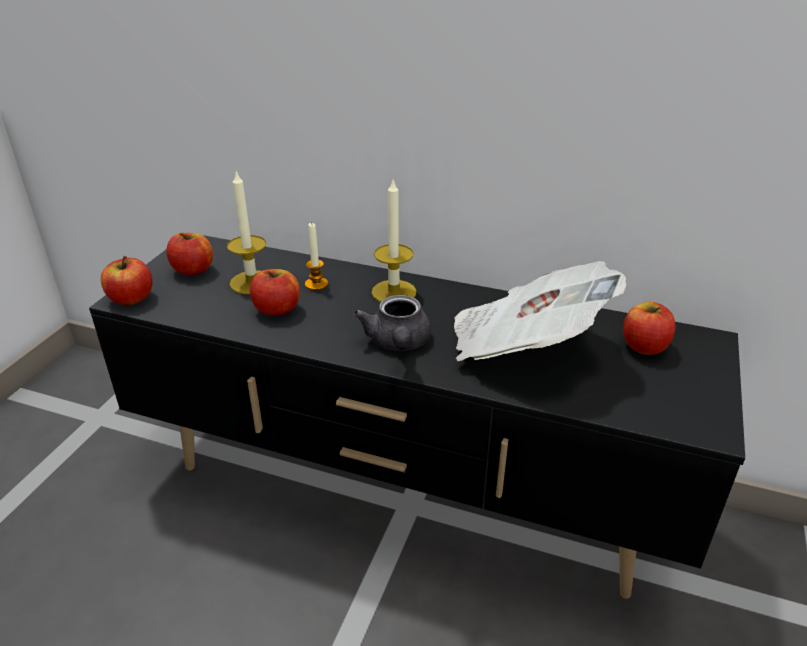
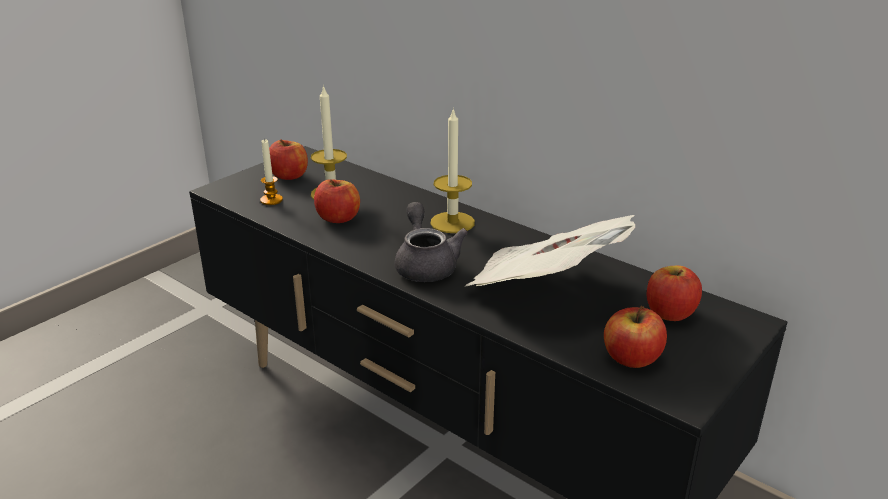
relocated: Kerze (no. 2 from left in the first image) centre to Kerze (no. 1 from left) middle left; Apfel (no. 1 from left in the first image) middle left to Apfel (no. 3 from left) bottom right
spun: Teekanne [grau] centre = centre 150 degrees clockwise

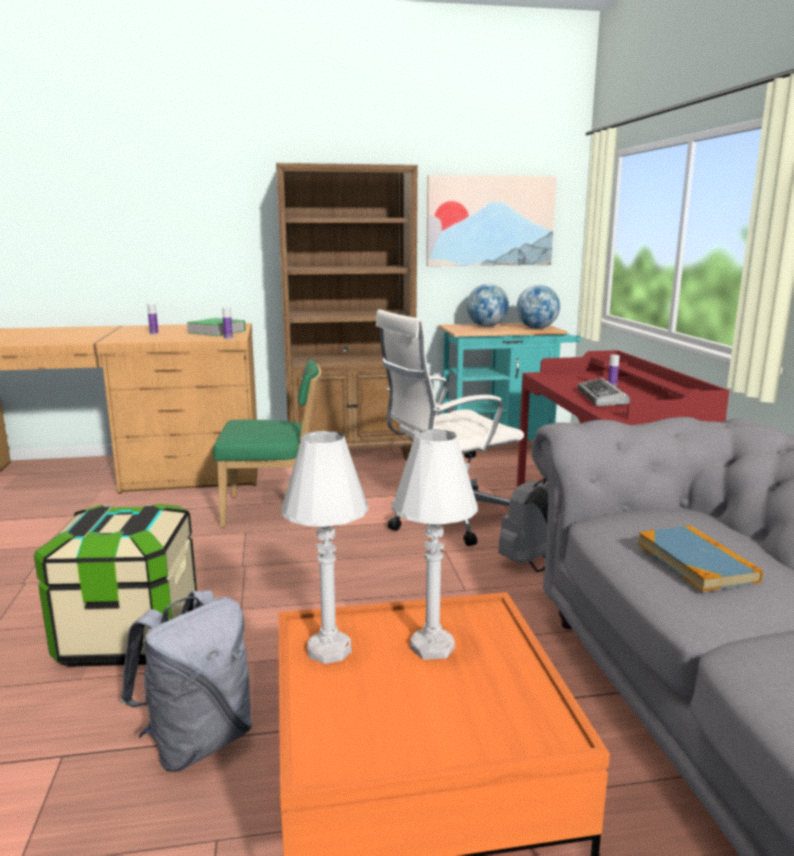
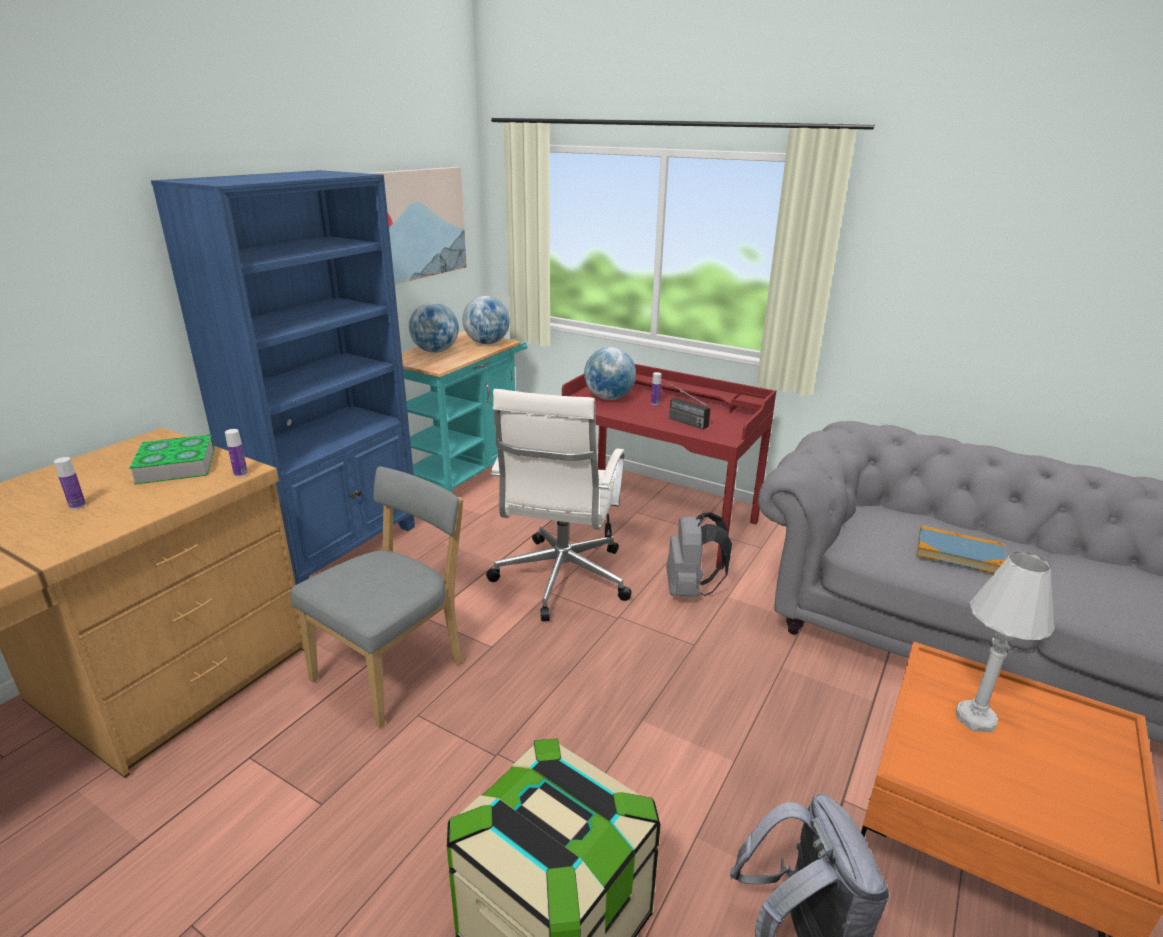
missing: Tischlampe [weiß] (no. 1 from left) centre
appeared: Globus (no. 3 from left) centre
exchanged: Tastatur middle right to Radio centre
colour: Bücherregal [braun] centre to Bücherregal [blau] middle left; Stuhl [grün] centre to Stuhl [grau] middle left

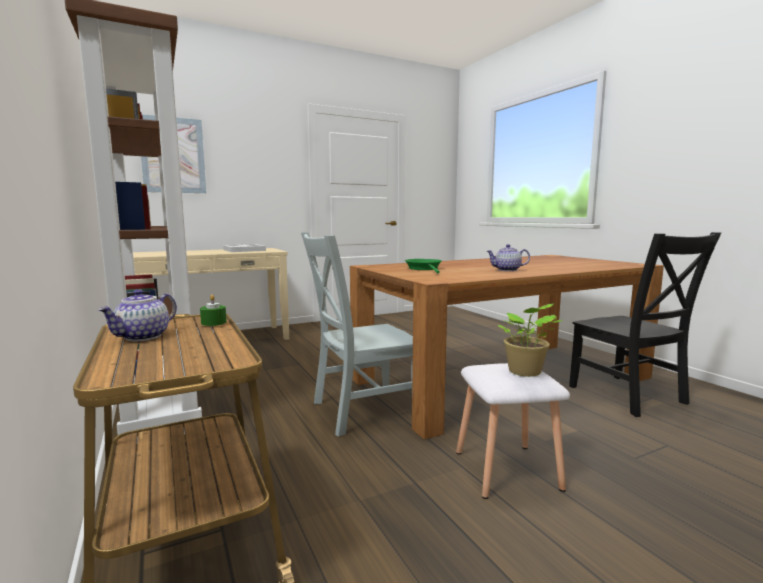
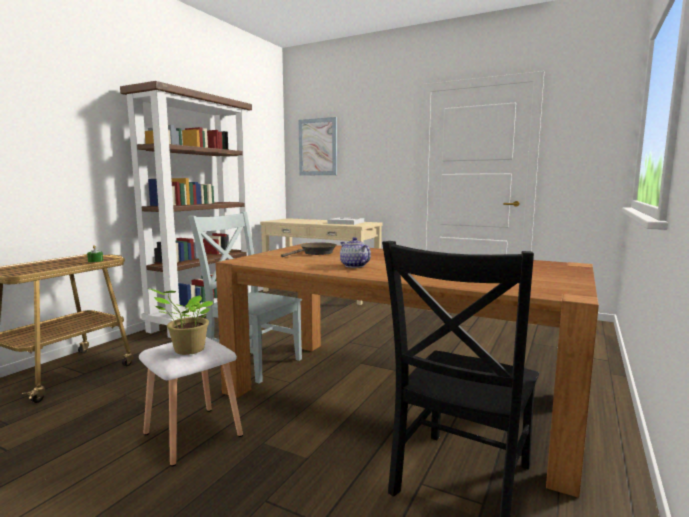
missing: Teekanne (no. 1 from left) middle left
colour: Pfanne [grün] centre to Pfanne [braun] centre

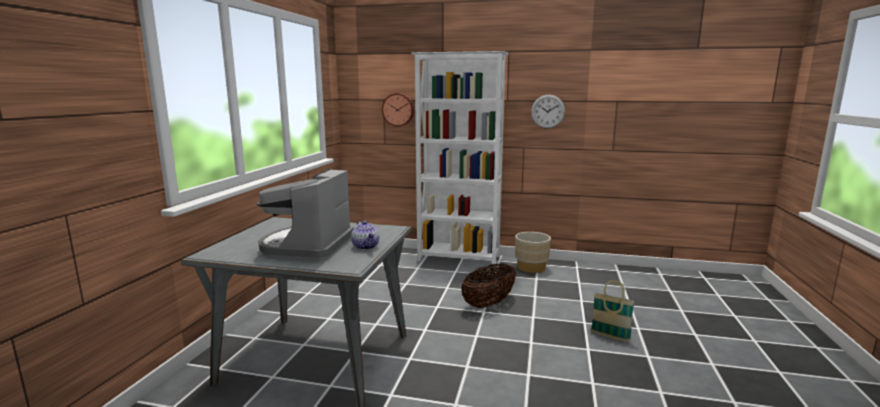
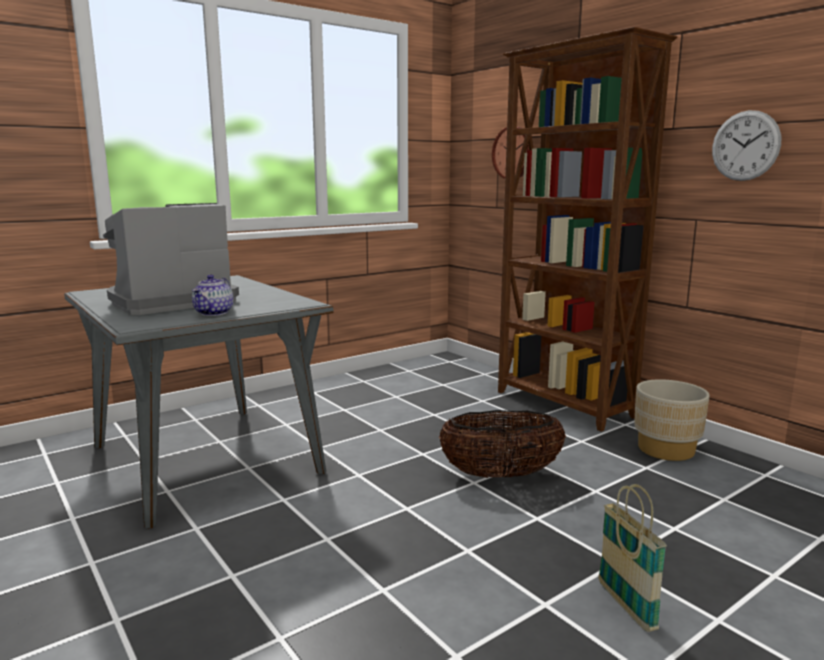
colour: Bücherregal [weiß] centre to Bücherregal [braun] middle right

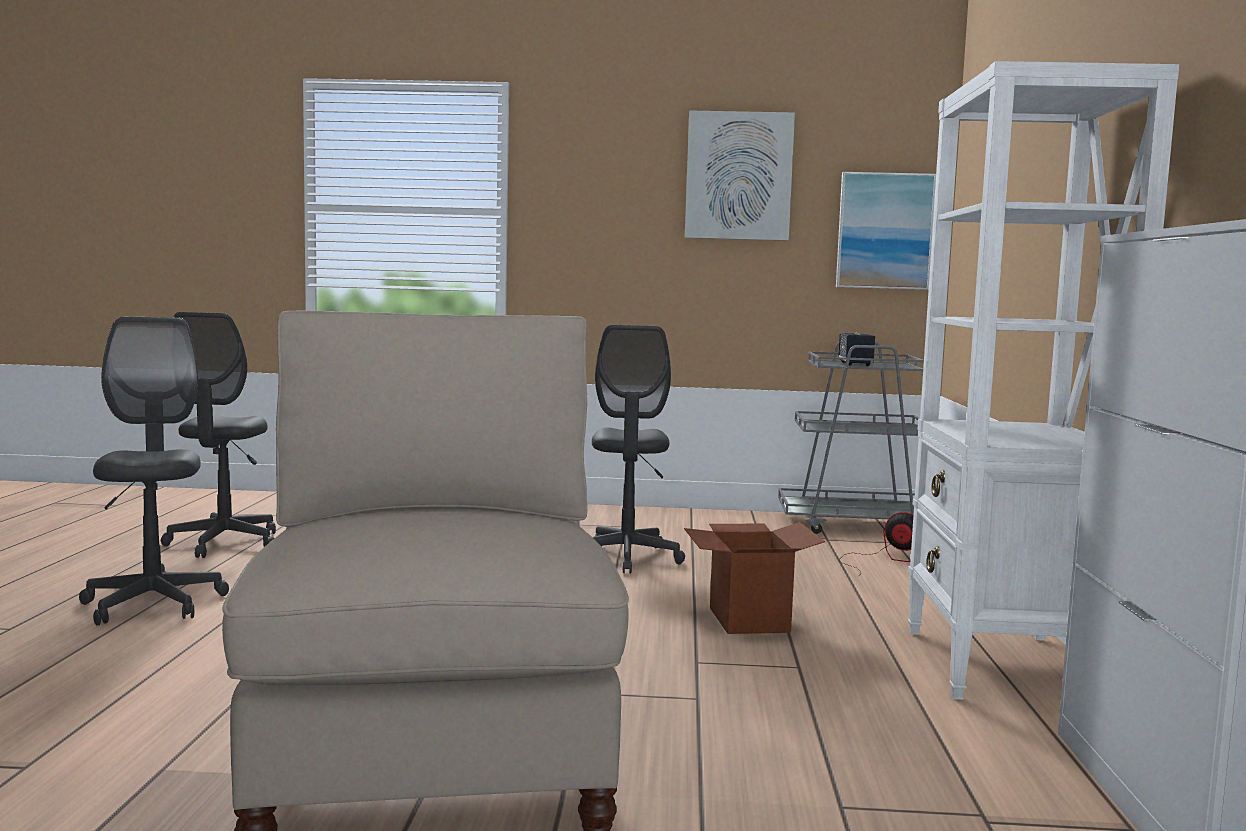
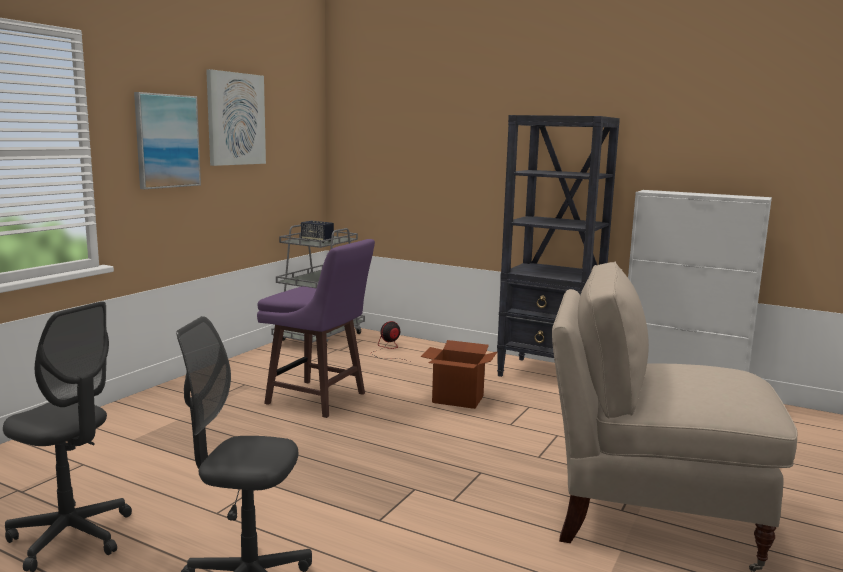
relocated: Bild (no. 2 from left in the first image) top right to Bild (no. 1 from left) top left
exchanged: Bürostuhl [grau] (no. 3 from left) centre to Hocker [lila] centre
colour: Bücherregal [weiß] middle right to Bücherregal [schwarz] centre

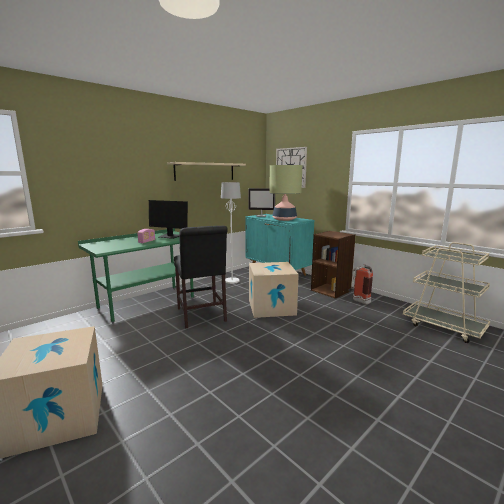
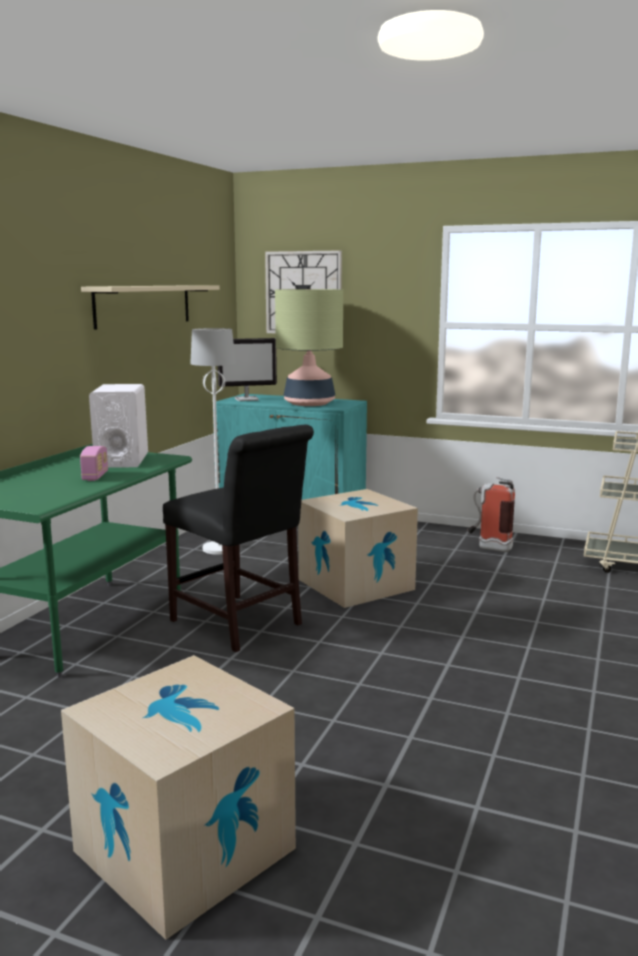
missing: Bücherregal [braun] centre
exchanged: Monitor (no. 1 from left) centre to Lautsprecher [weiß] middle left

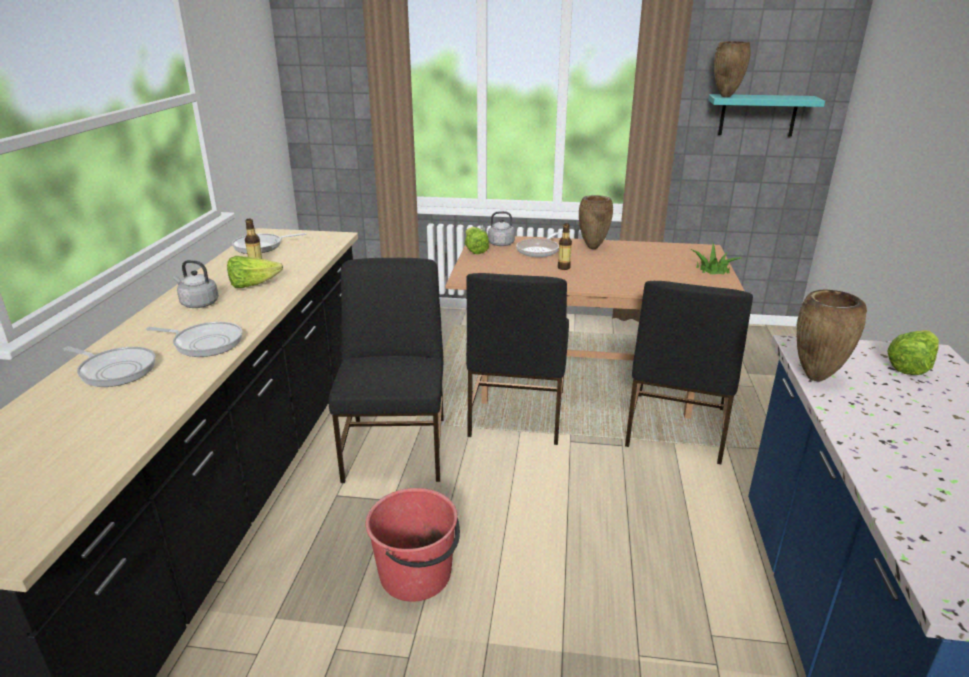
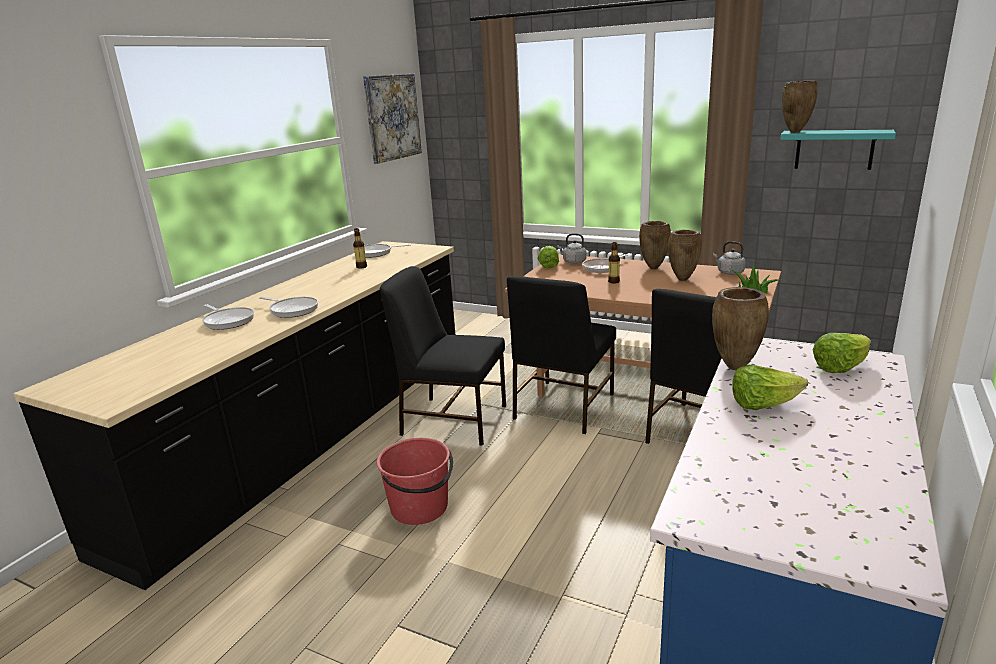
appeared: Bild top centre; Vase [braun] (no. 2 from left) middle right
relocated: Salatkopf (no. 1 from left in the first image) middle left to Salatkopf (no. 2 from left) middle right; Wasserkessel [grau] (no. 1 from left in the first image) middle left to Wasserkessel [grau] (no. 2 from left) middle right
spun: Stuhl [schwarz] (no. 1 from left) centre = centre 90 degrees counterclockwise

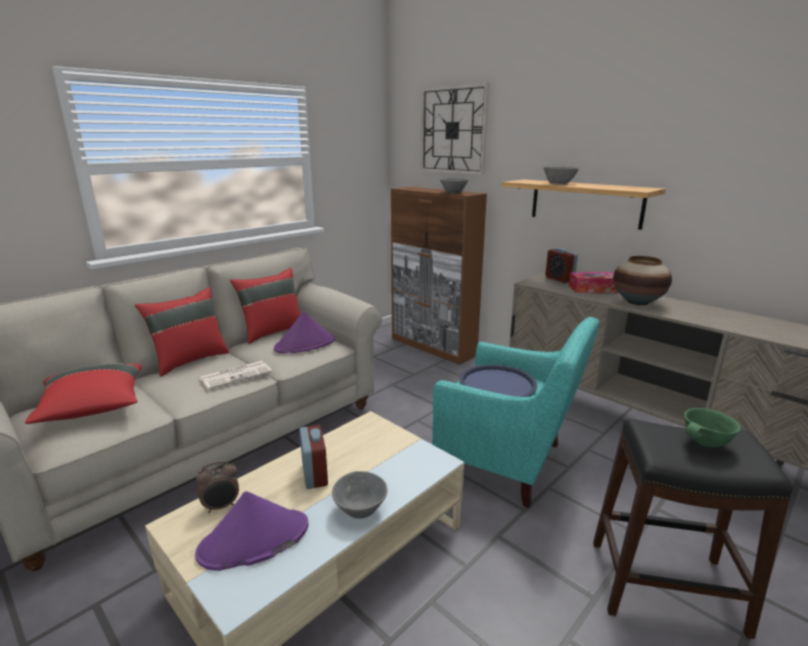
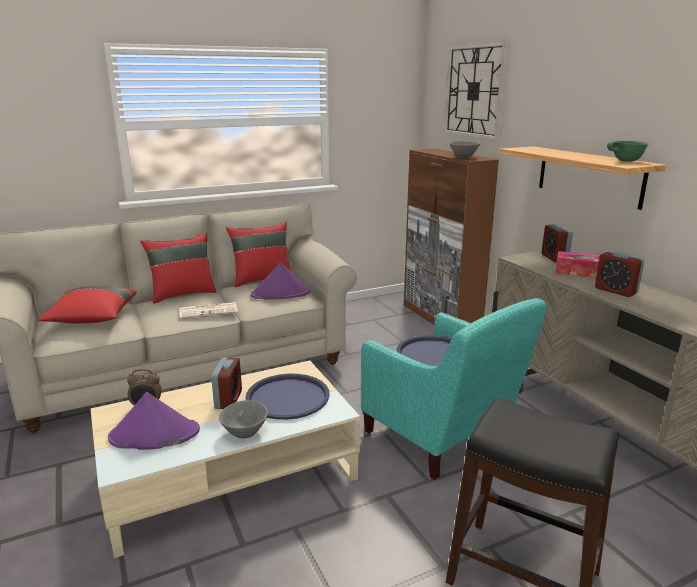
missing: Schüssel [grau] (no. 3 from left) top right
appeared: Tablett [blau] (no. 1 from left) bottom centre
relocated: Schüssel [grün] middle right to top right
exchanged: Vase middle right to Wecker (no. 4 from left) middle right

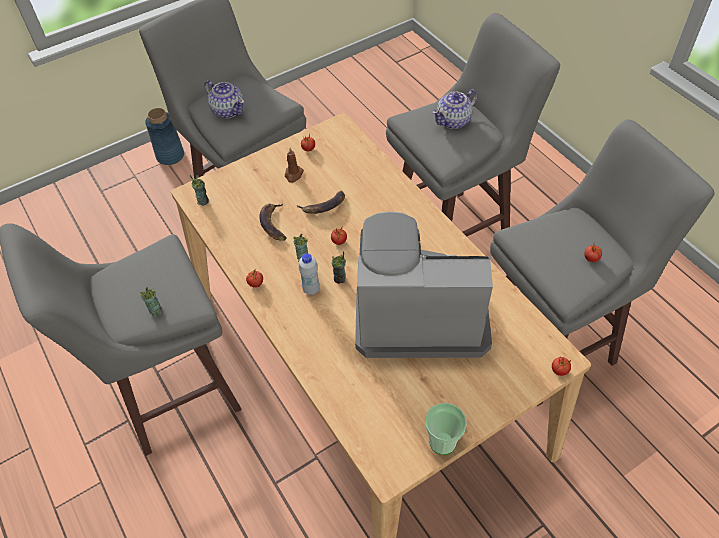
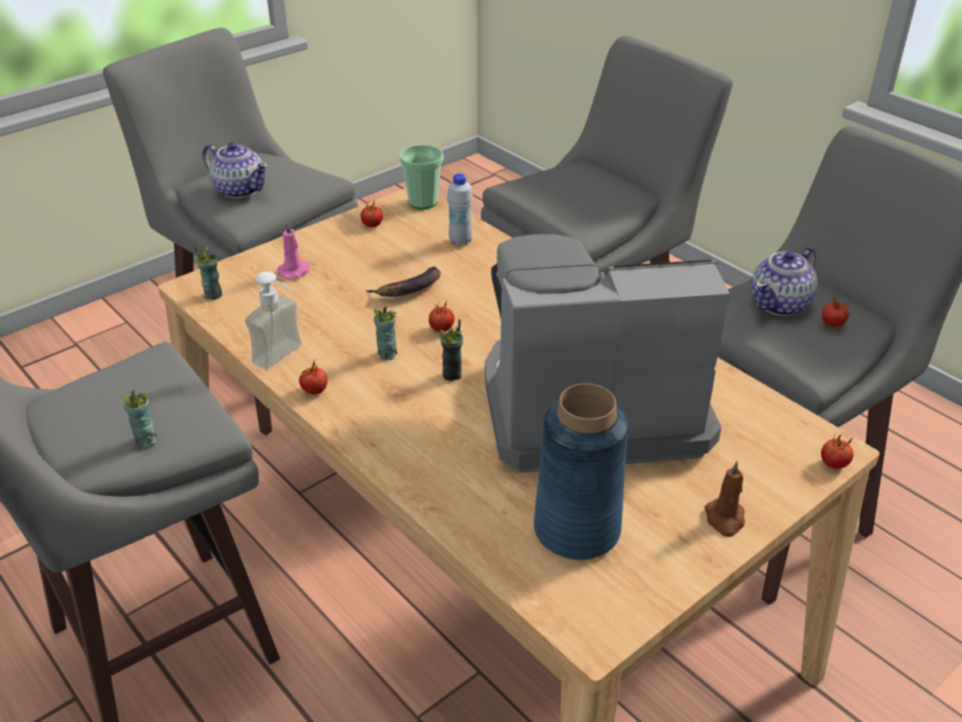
missing: Banane (no. 1 from left) centre
appeared: Kerze [rosa] middle left; Seifenspender middle left
relocated: Teekanne (no. 2 from left) top centre to middle right; Vase [blau] top left to centre; Kerze [braun] top centre to bottom right; Flasche [weiß] centre to top centre; Tasse (no. 5 from left in the first image) bottom centre to Tasse (no. 4 from left) top centre

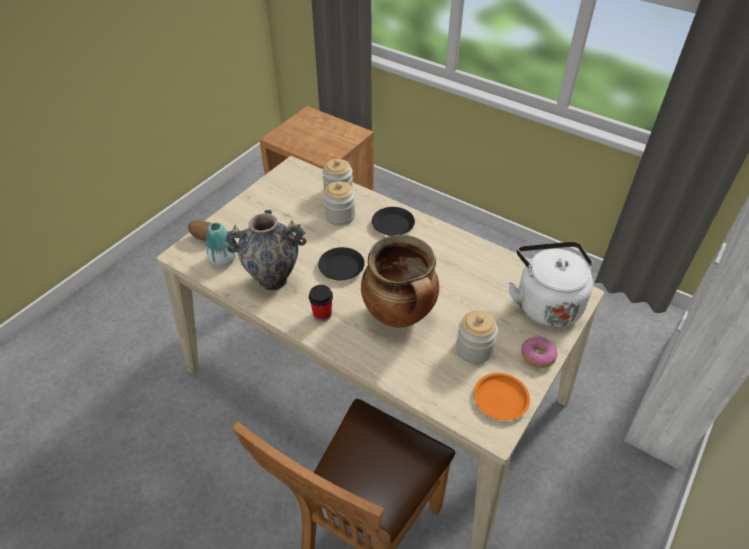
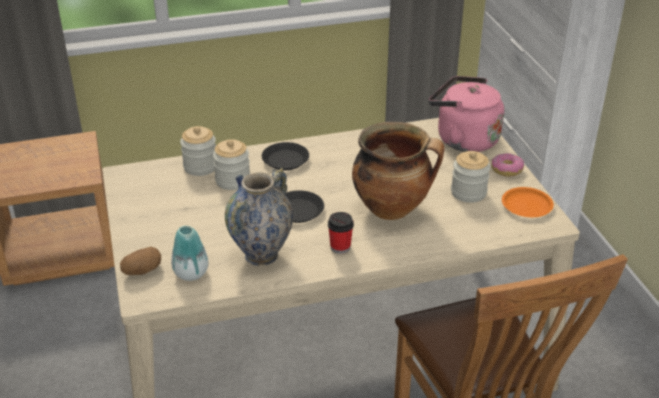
colour: Wasserkessel [weiß] middle right to Wasserkessel [rosa] top right

